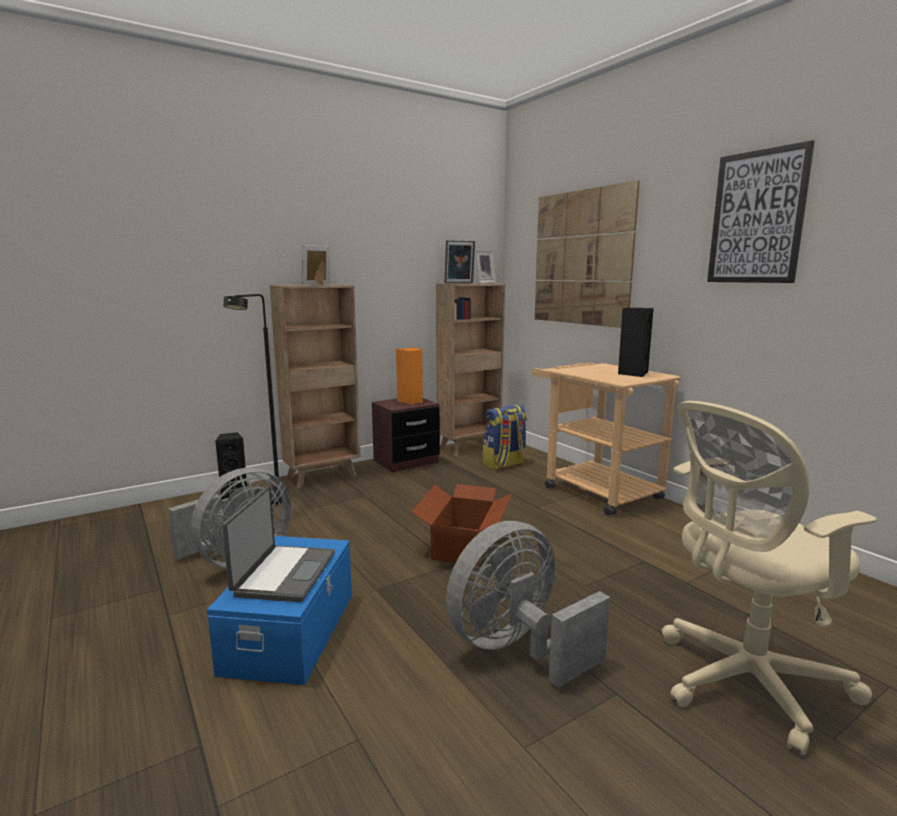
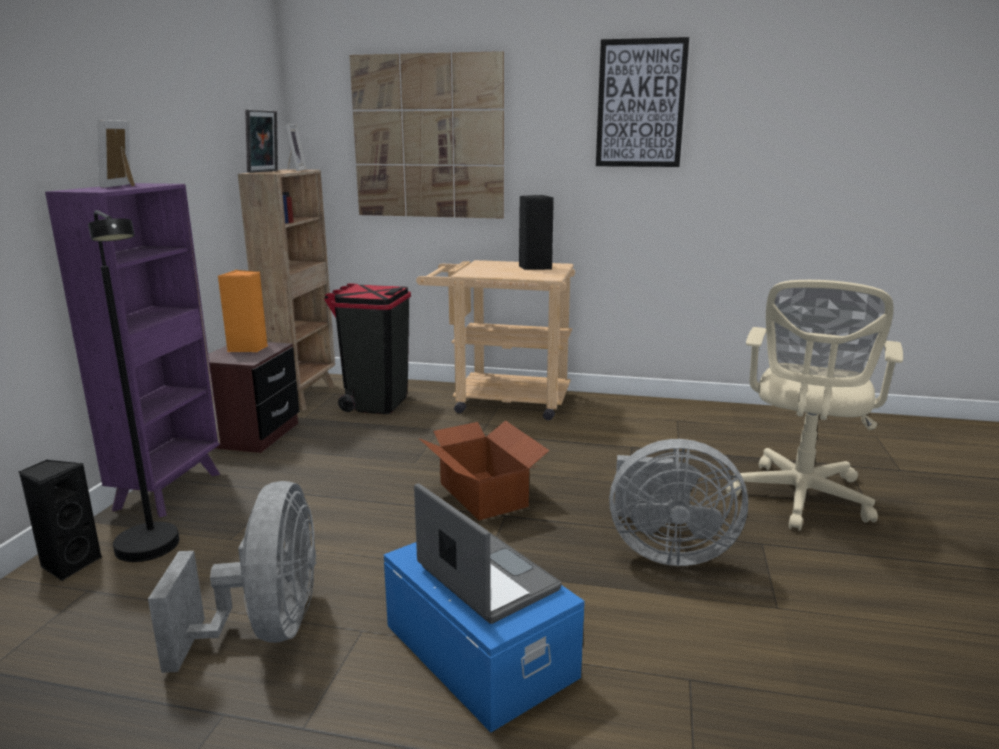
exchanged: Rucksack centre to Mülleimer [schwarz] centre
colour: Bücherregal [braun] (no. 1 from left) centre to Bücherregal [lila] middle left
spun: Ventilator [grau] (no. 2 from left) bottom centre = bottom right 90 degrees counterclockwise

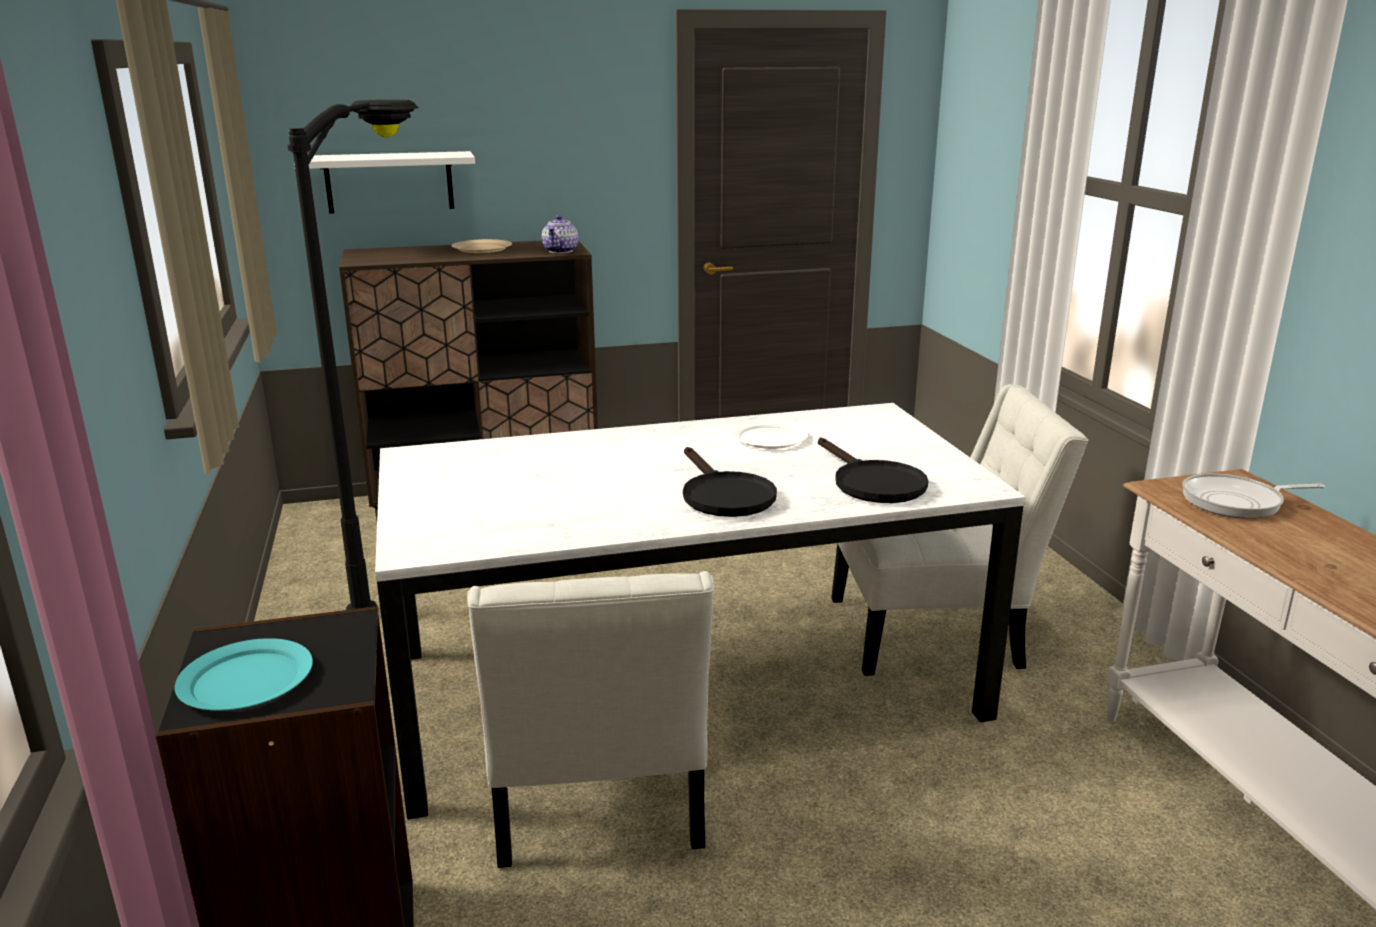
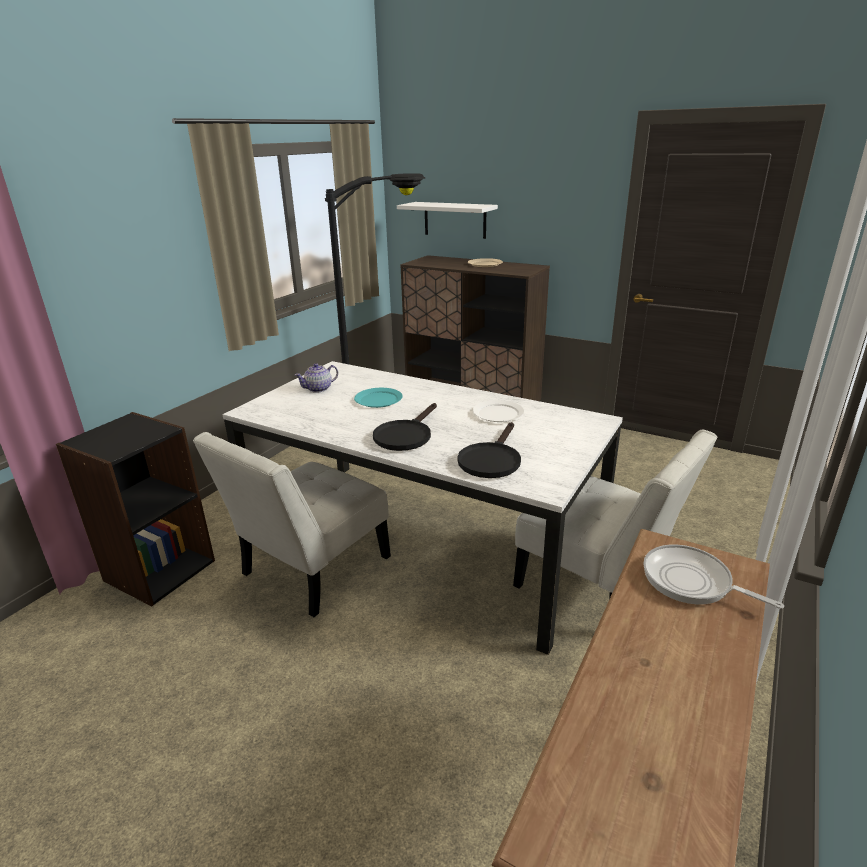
relocated: Teekanne top centre to centre; Teller [türkis] bottom left to centre

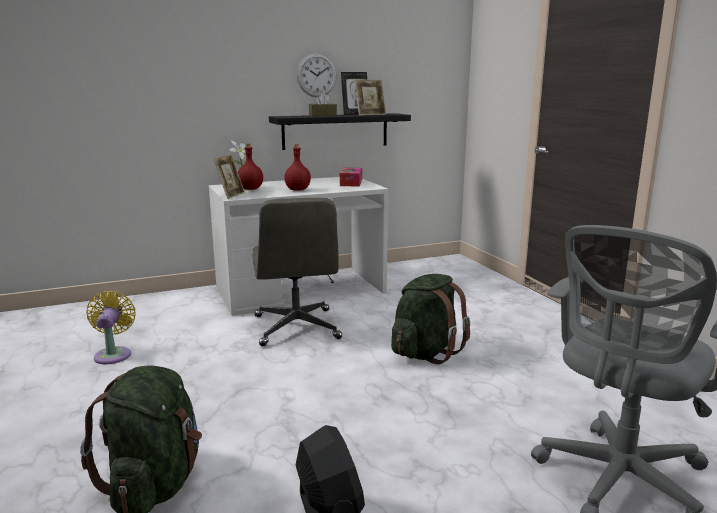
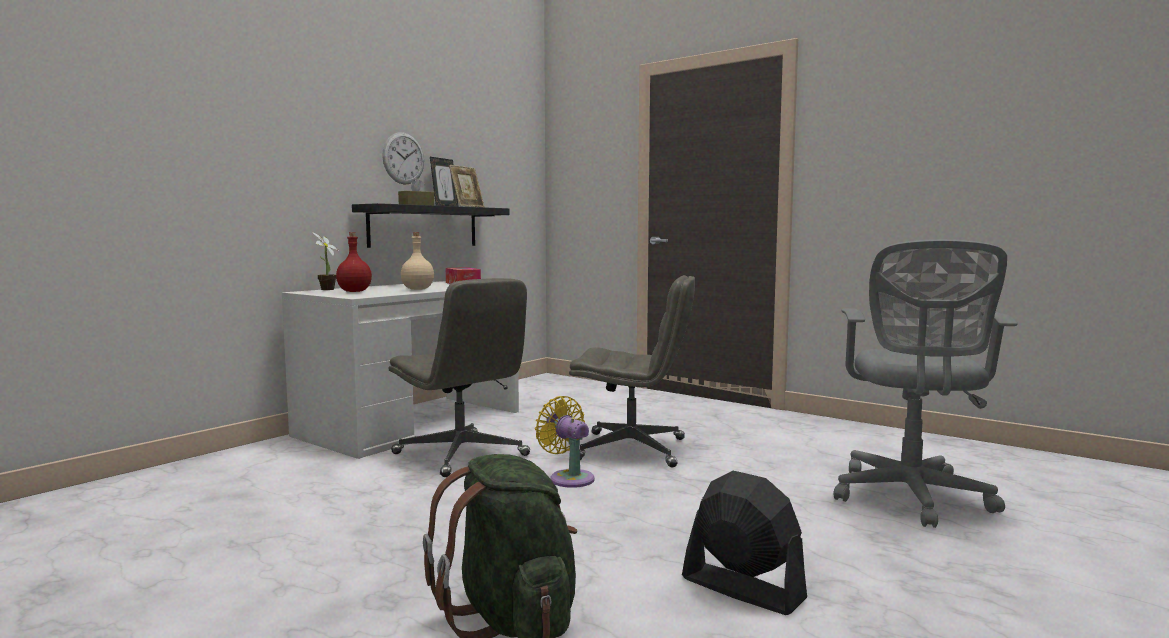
missing: Bilderrahmen (no. 1 from left) middle left
relocated: Ventilator [gelb] middle left to bottom centre
exchanged: Rucksack [grün] (no. 2 from left) centre to Bürostuhl [grau] (no. 2 from left) centre
colour: Flasche [rot] (no. 2 from left) top centre to Flasche [beige] centre

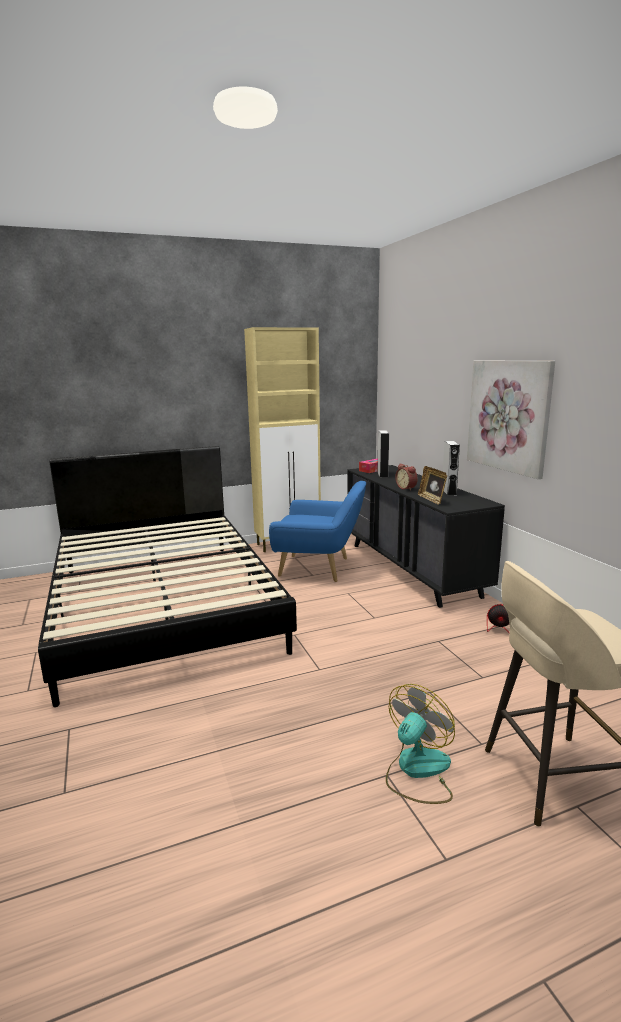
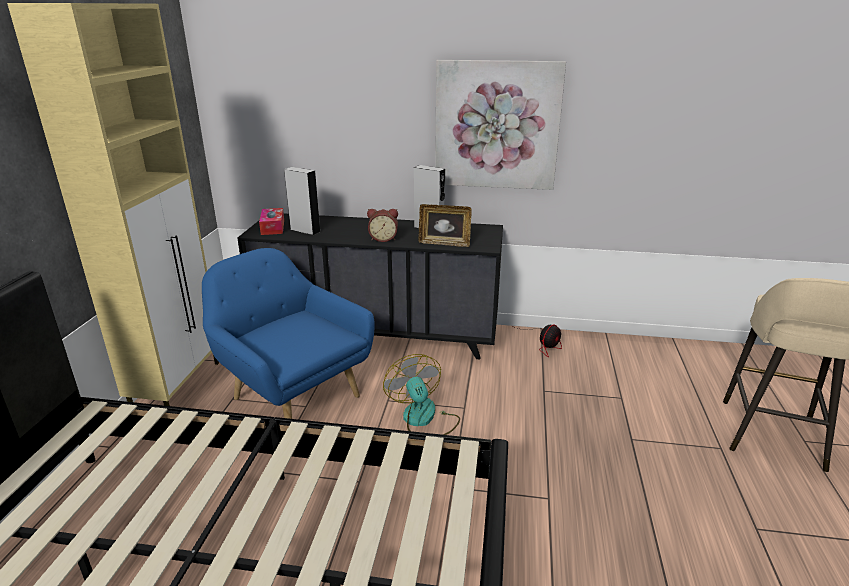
relocated: Ventilator (no. 1 from left) bottom right to bottom centre
spun: Sessel [blau] centre = centre 90 degrees counterclockwise

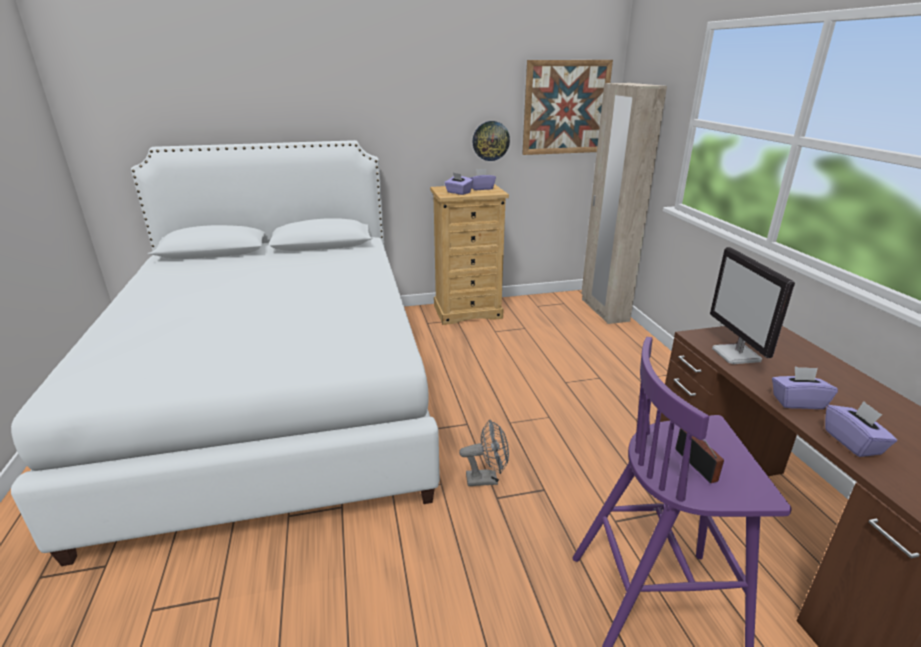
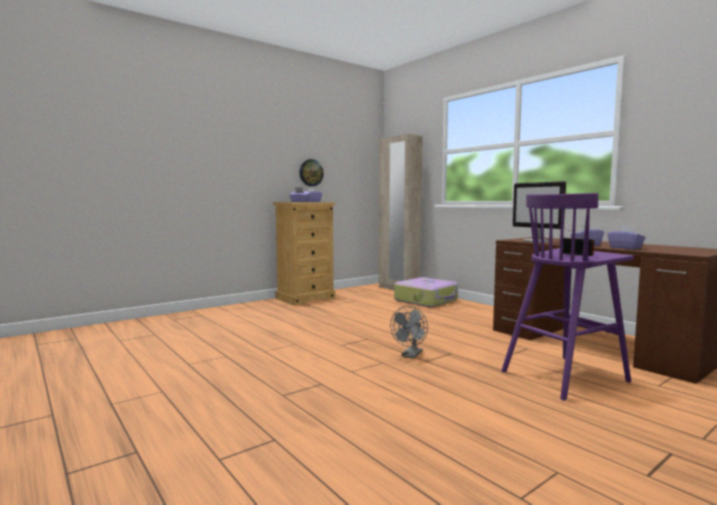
missing: Bild top centre; Bett [weiß] middle left
appeared: Koffer centre
spun: Ventilator [grau] bottom centre = centre 150 degrees clockwise

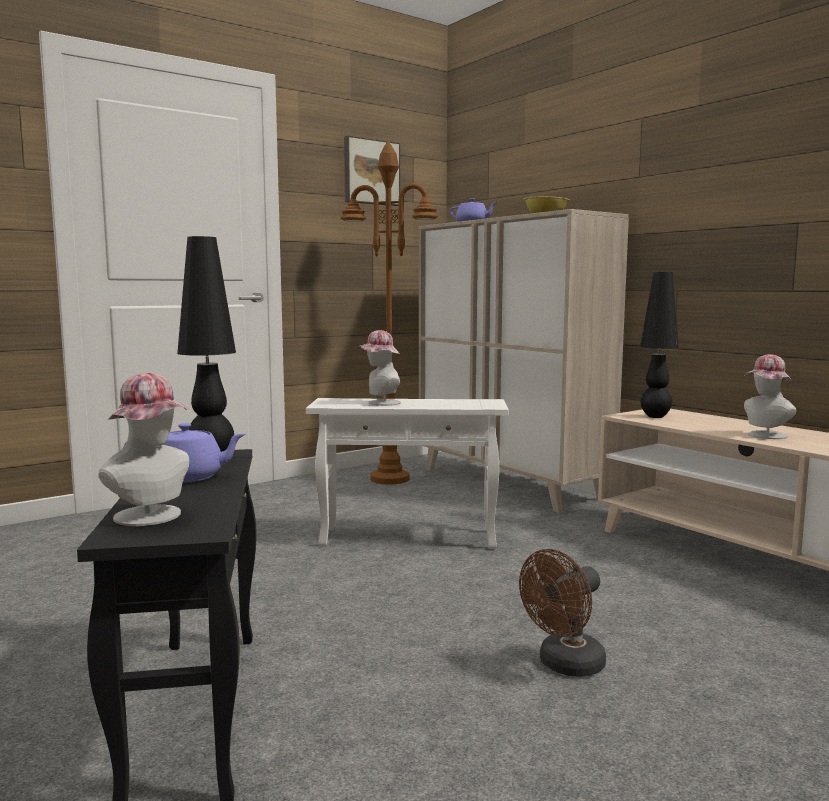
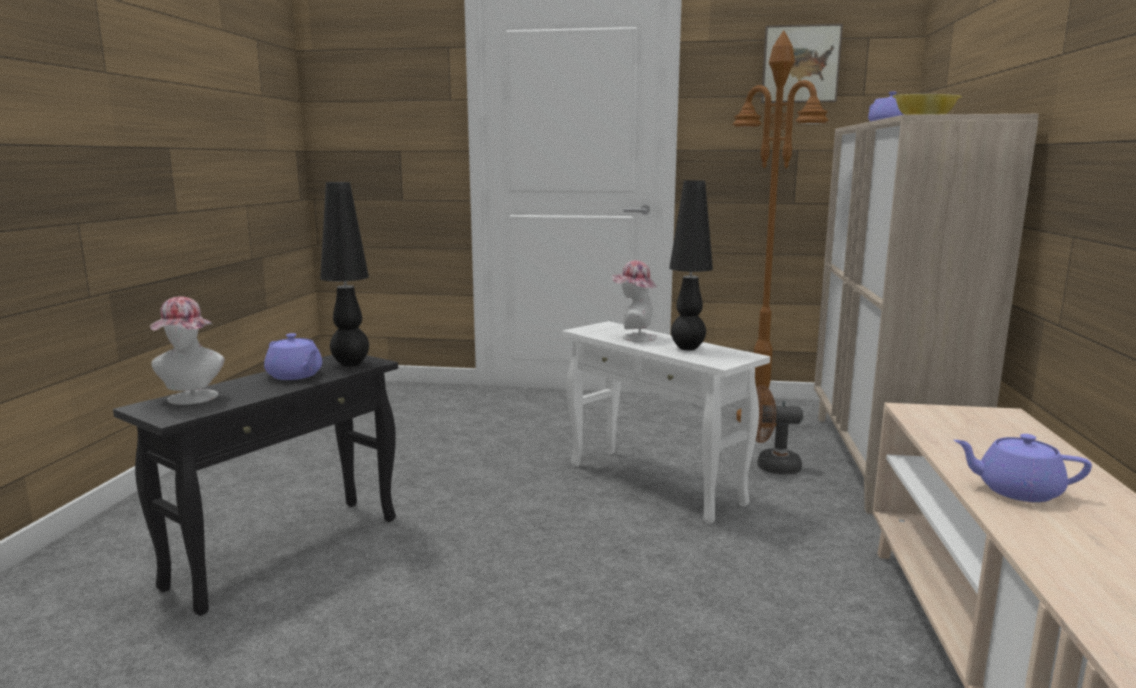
relocated: Tischlampe [schwarz] (no. 2 from left) middle right to centre; Ventilator [braun] bottom right to middle right
exchanged: Hut (no. 3 from left) middle right to Teekanne [lila] (no. 3 from left) bottom right

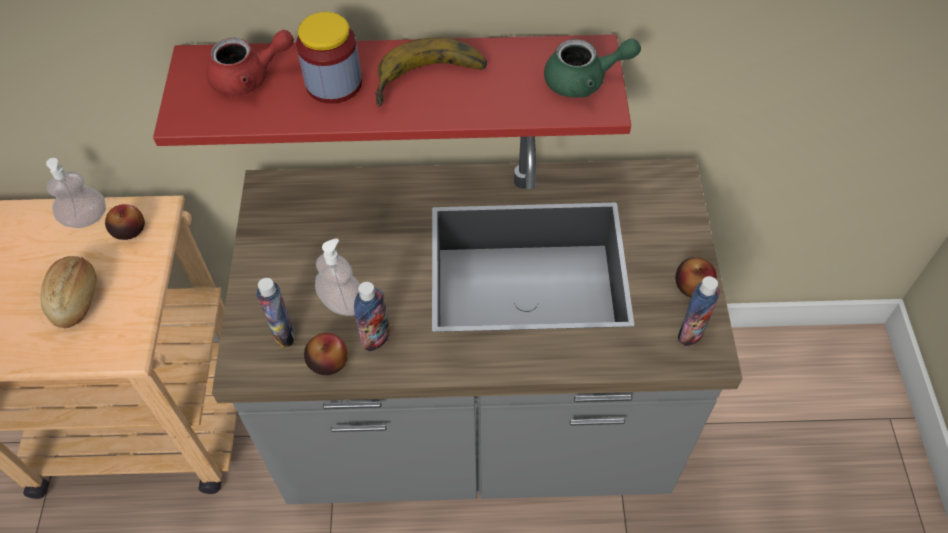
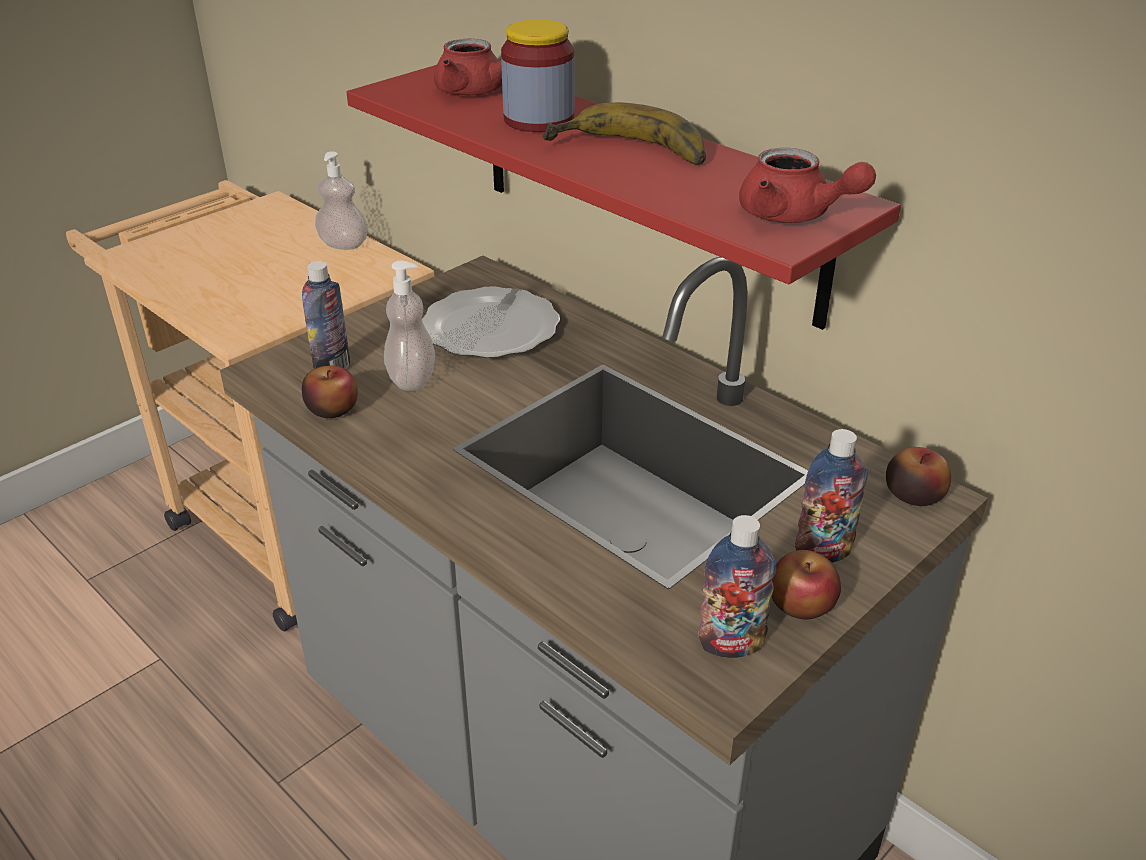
missing: Brot middle left
appeared: Teller centre
relocated: Apfel (no. 1 from left in the first image) middle left to Apfel (no. 3 from left) middle right; Flasche (no. 2 from left in the first image) centre to Flasche (no. 3 from left) middle right
colour: Teekanne [grün] top centre to Teekanne [rot] (no. 2 from left) top right

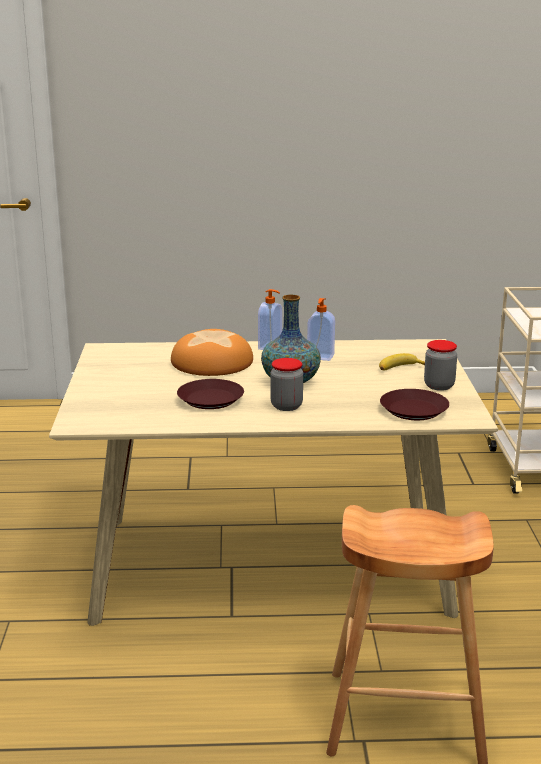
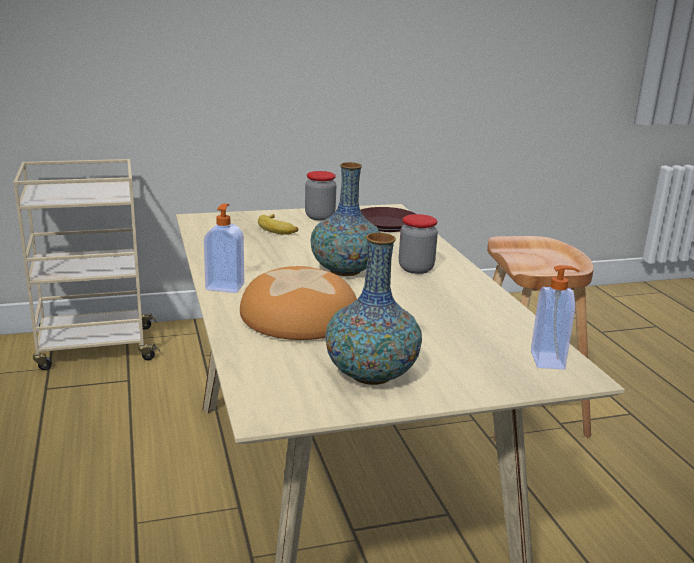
missing: Teller [braun] (no. 1 from left) centre
appeared: Vase (no. 2 from left) centre
relocated: Seifenspender (no. 2 from left) centre to middle right

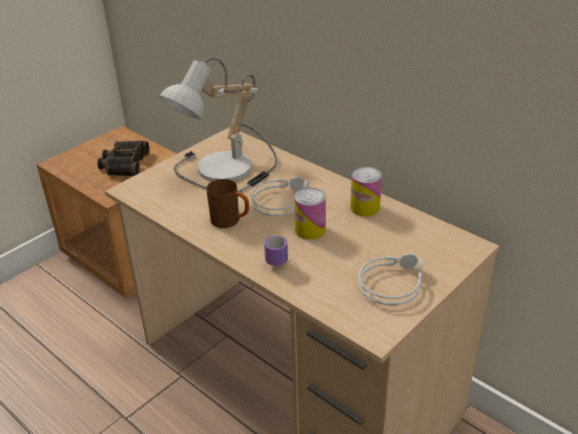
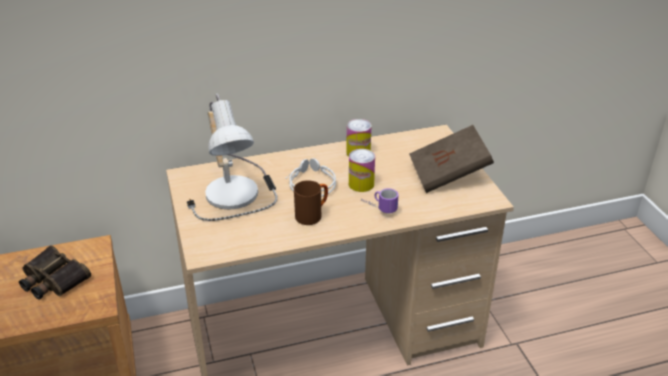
exchanged: Kopfhörer [grau] (no. 2 from left) middle right to Buch [braun] middle right

